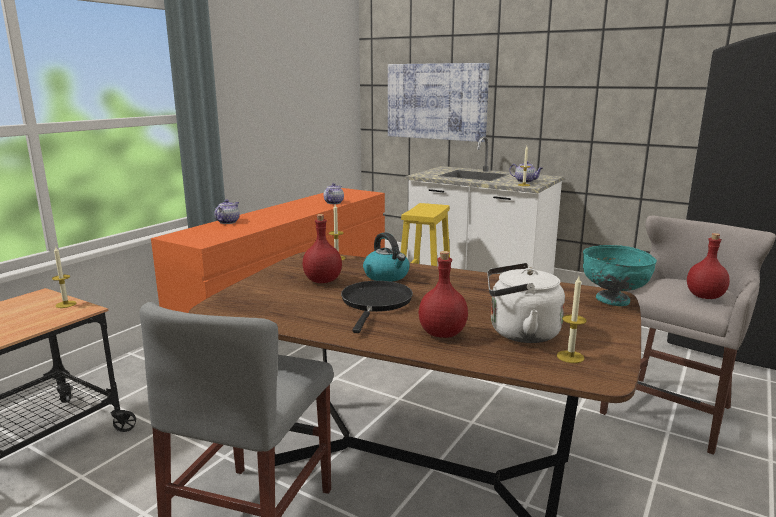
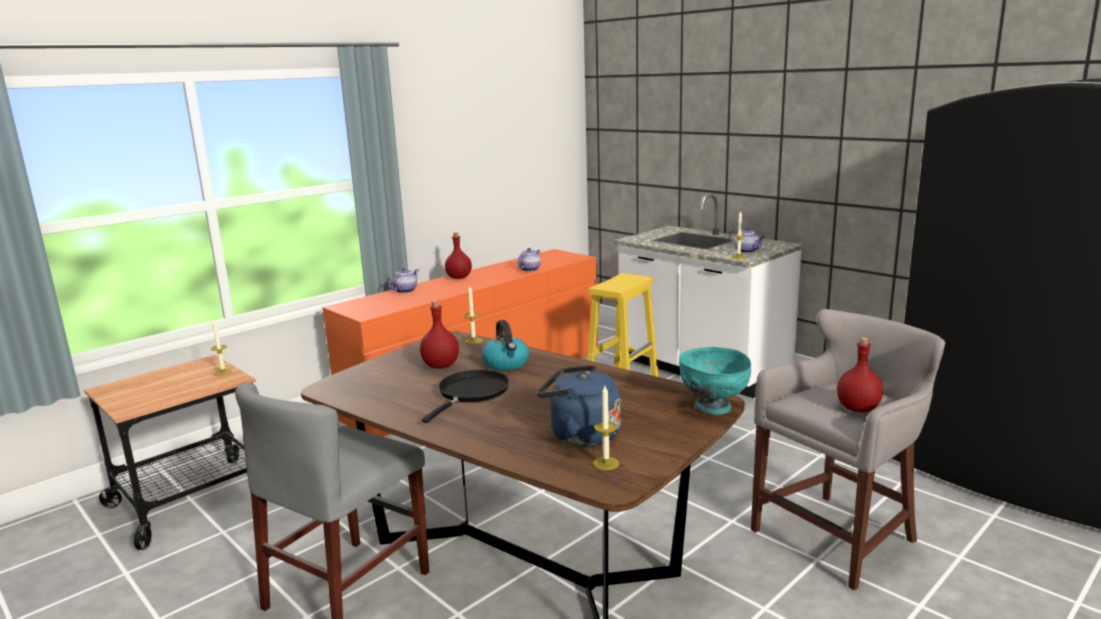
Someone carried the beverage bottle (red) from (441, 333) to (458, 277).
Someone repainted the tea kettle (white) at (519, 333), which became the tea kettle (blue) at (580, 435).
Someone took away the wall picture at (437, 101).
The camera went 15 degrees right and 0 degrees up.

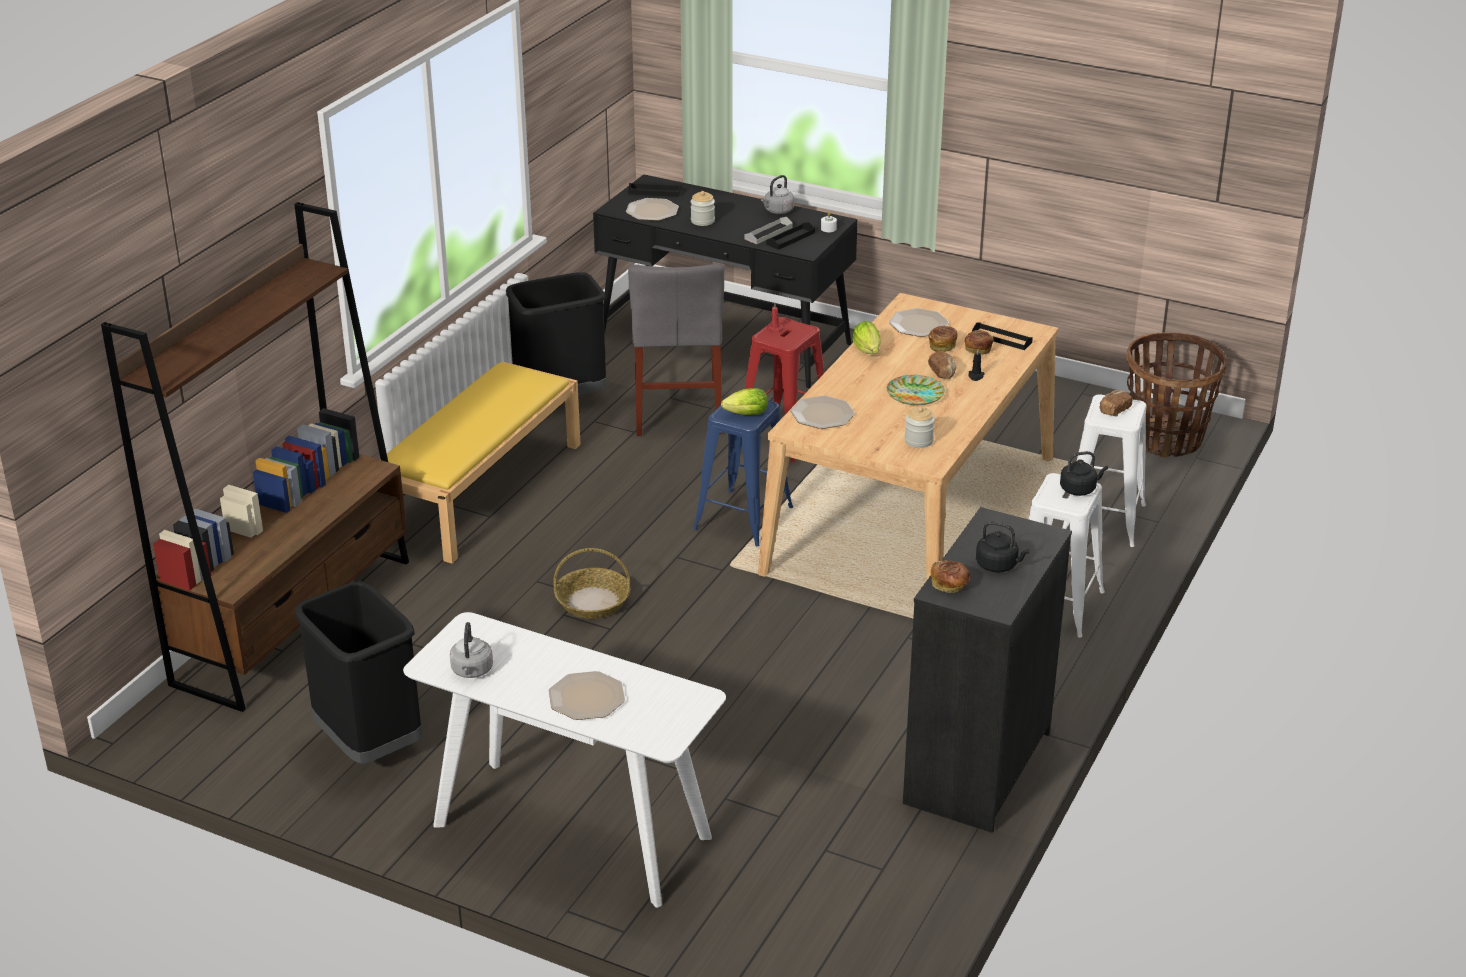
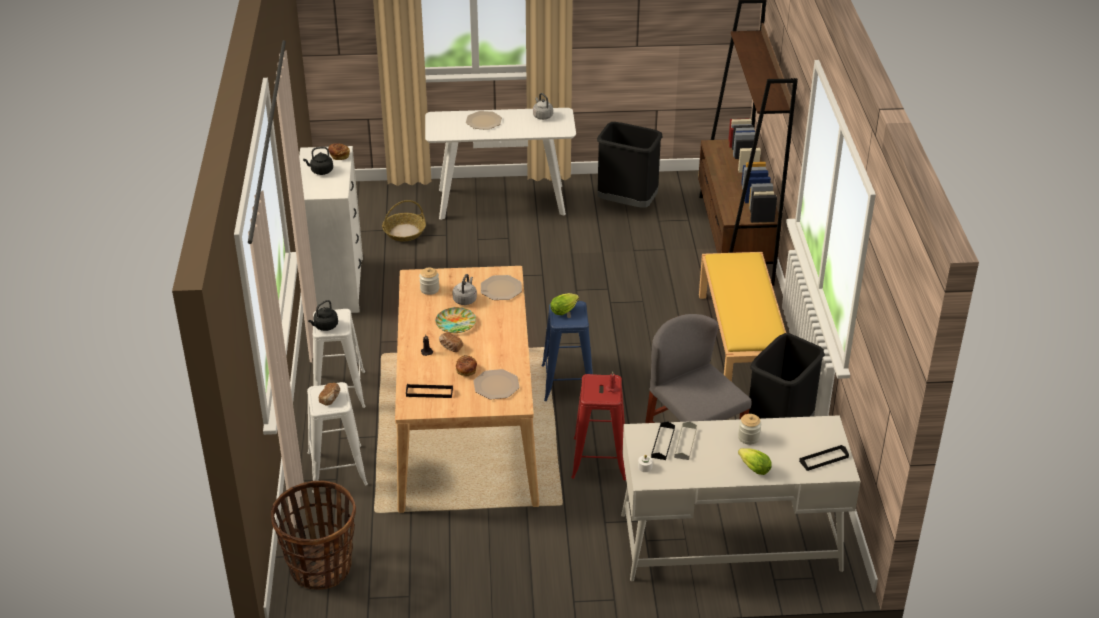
Someone repainted the dresser (black-coloured) at (976, 767), which became the dresser (white) at (336, 286).
Someone carried the storage basket from (592, 602) to (404, 232).
Someone carried the tea kettle (gray) from (777, 211) to (465, 299).
Someone repainted the desk table (black-coloured) at (725, 340), which became the desk table (white) at (729, 541).
Someone carried the lettuce from (868, 352) to (752, 468).
Someone took away the plate at (652, 211).
Someone took away the bread at (977, 349).
The camera went 150 degrees right and 5 degrees up.

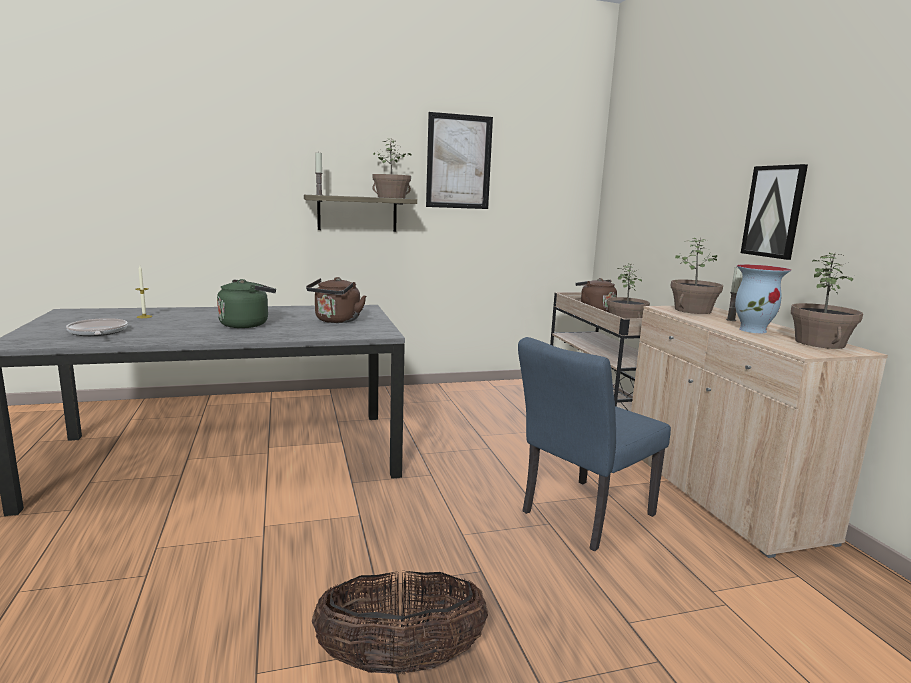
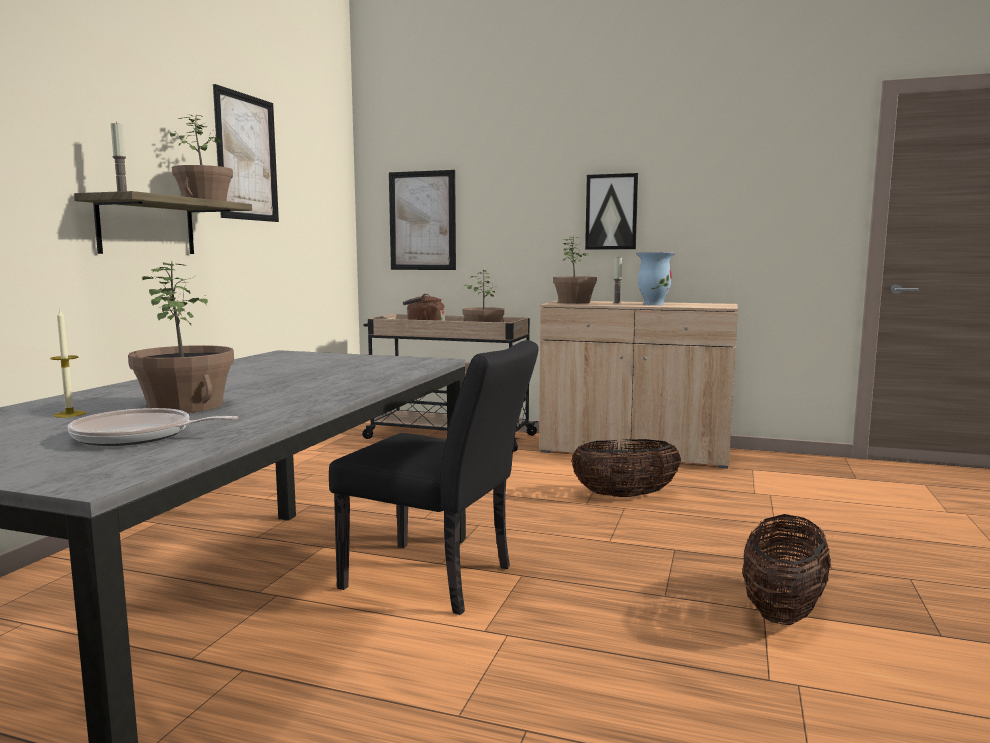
Someone carried the plant in a pot from (820, 343) to (187, 406).
Someone put down the chair (black-coloured) at (439, 580).
Someone put up the wall picture at (422, 221).
Someone swapped the chair (blue) at (581, 516) for the storage basket at (625, 495).
Someone took away the tea kettle (greenish) at (247, 324).
Someone took away the tea kettle (brownish) at (336, 321).
The camera went 55 degrees left and 5 degrees down.

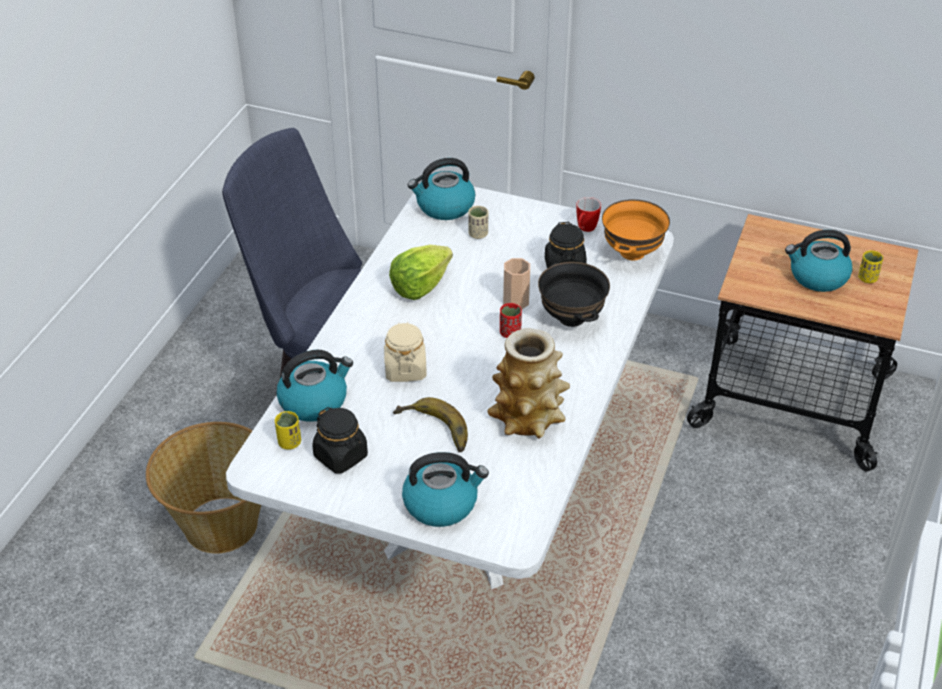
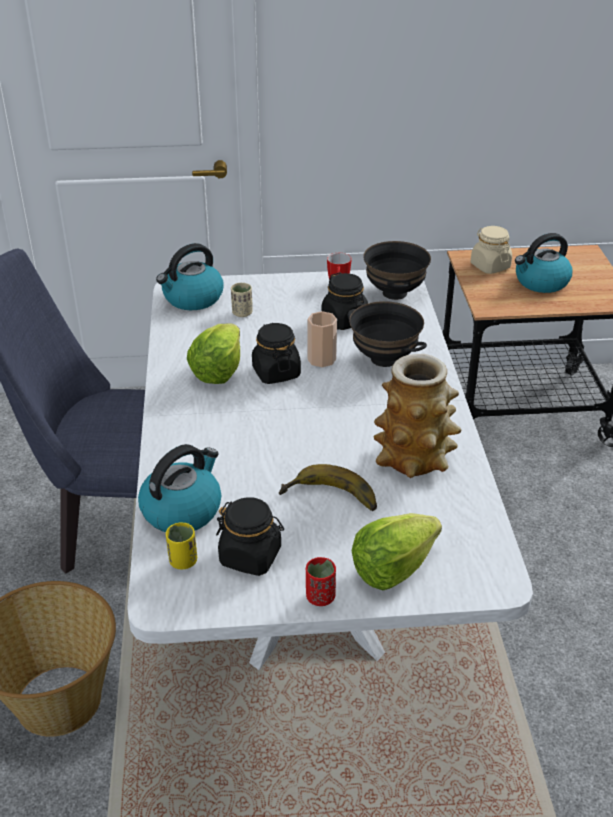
Someone put down the storage jar (black-coloured) at (276, 372).
Someone carried the cup (red) from (510, 333) to (320, 597).
Someone swapped the tea kettle at (442, 503) for the lettuce at (393, 568).
Someone repainted the serving bowl (orangey) at (633, 253), which became the serving bowl (black-coloured) at (395, 293).
Someone carried the storage jar (sand-coloured) from (405, 369) to (490, 266).
Someone took away the cup (yellowish) at (867, 278).
The camera went 25 degrees left and 5 degrees down.

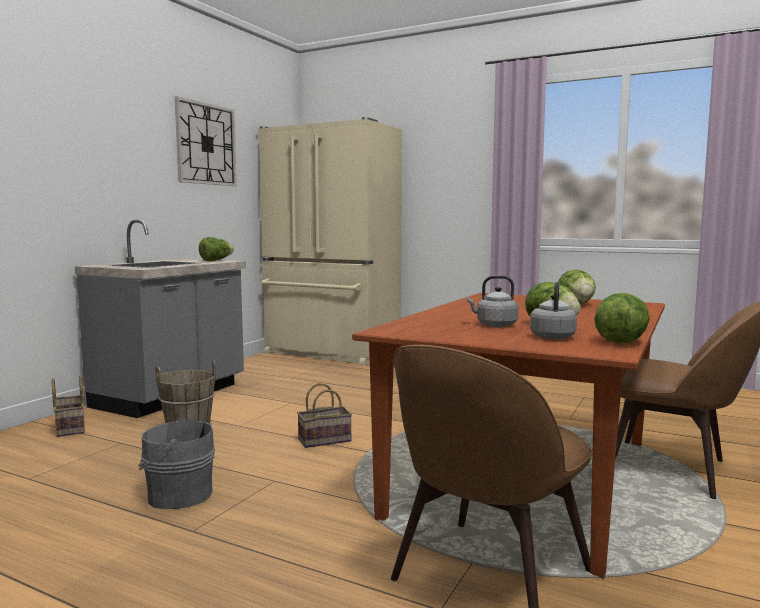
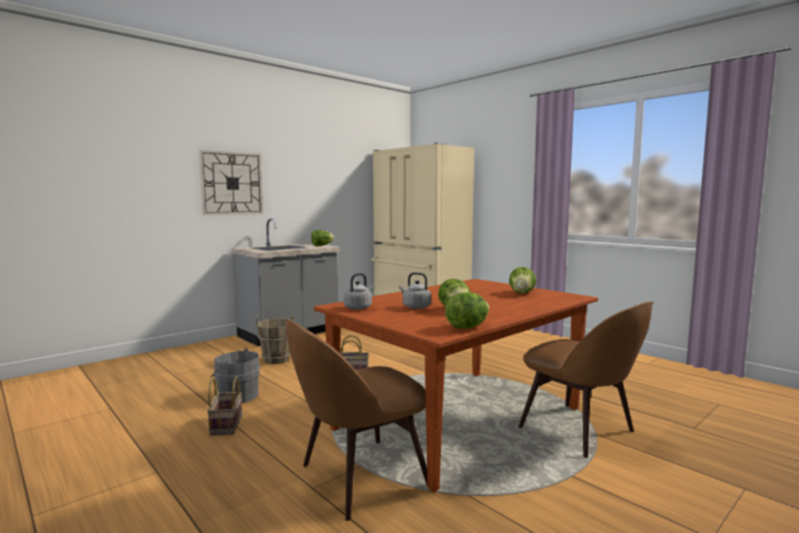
Someone carried the hanging clock from (206, 144) to (232, 183).
Someone carried the storage basket from (69, 428) to (225, 424).
Someone carried the tea kettle (gray) from (552, 336) to (359, 307).
The camera went 20 degrees right and 0 degrees up.

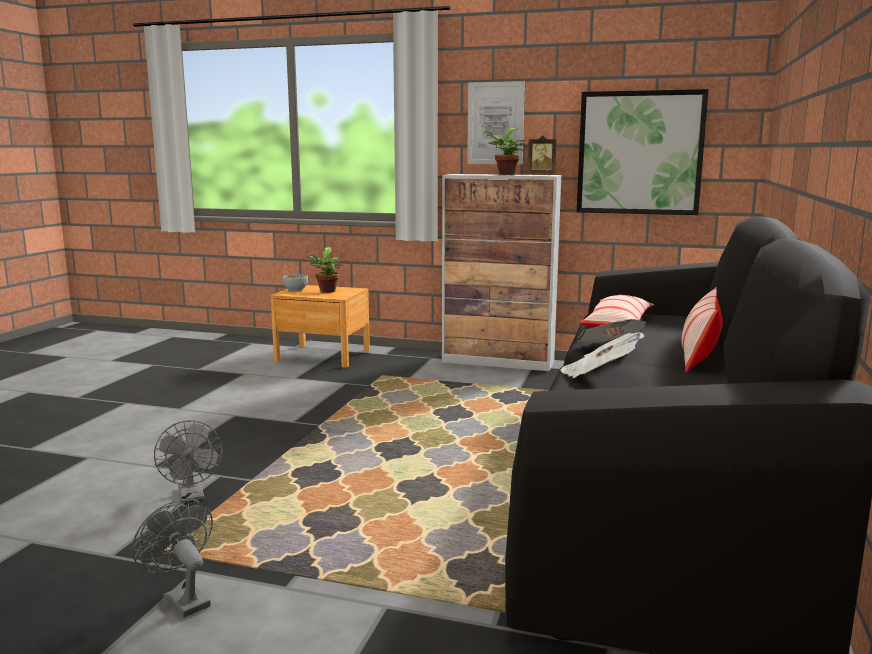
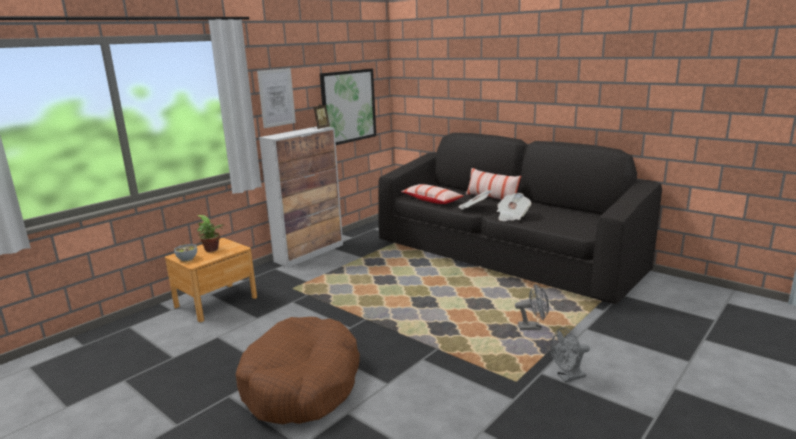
Someone put down the dog cushion (brownish) at (302, 384).
Someone carried the electric fan (gray) from (192, 496) to (533, 327).
Someone took away the plant in a pot at (505, 174).
The camera went 65 degrees left and 5 degrees up.

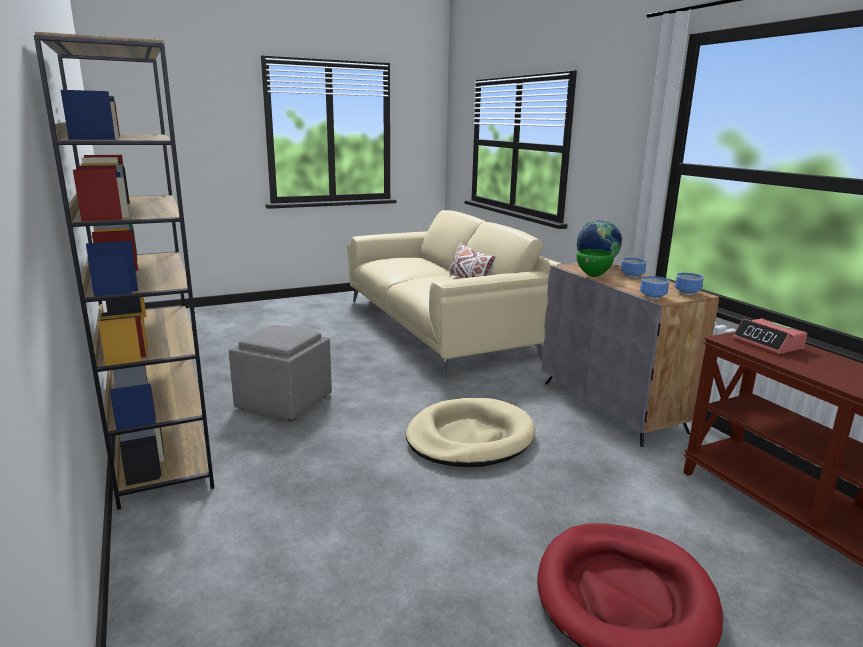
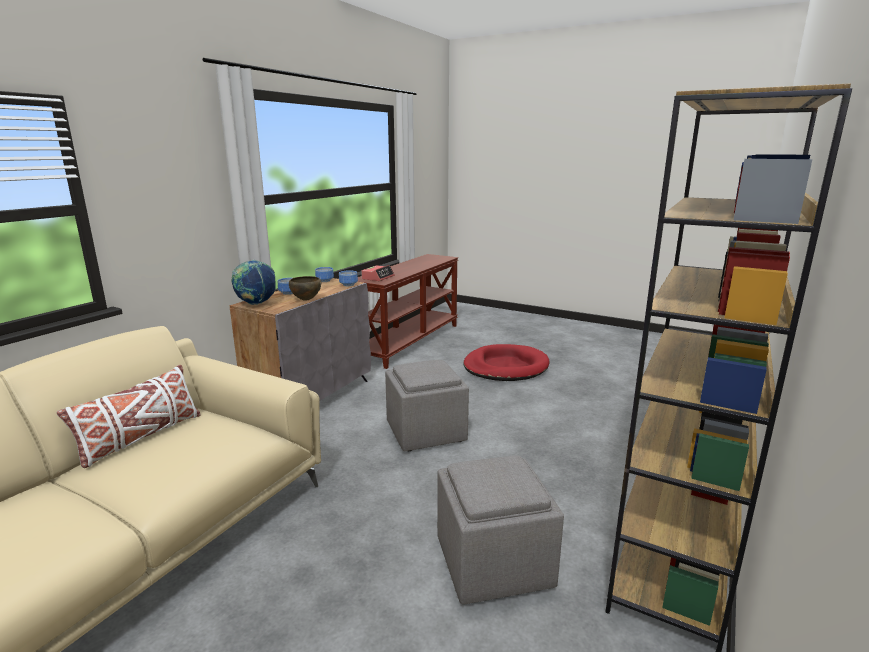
Someone repainted the serving bowl (greenish) at (593, 276), which became the serving bowl (brownish) at (306, 300).
Someone swapped the dog cushion (sand-coloured) at (469, 438) for the footrest (gray) at (426, 432).
The camera went 125 degrees left and 0 degrees up.

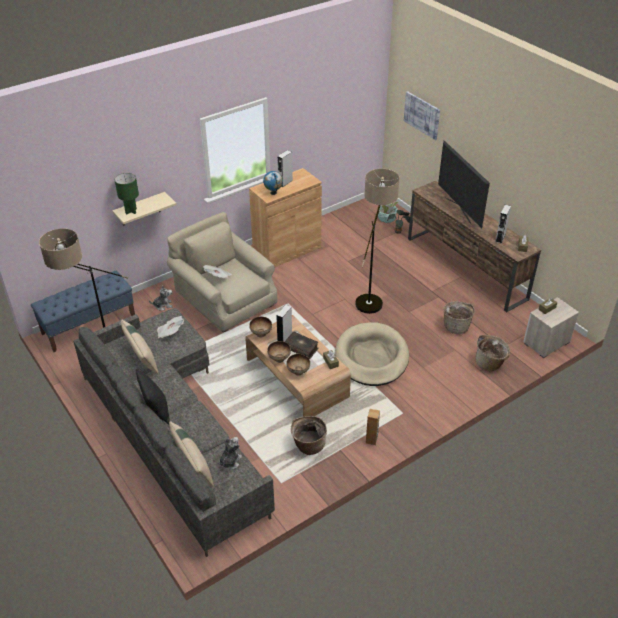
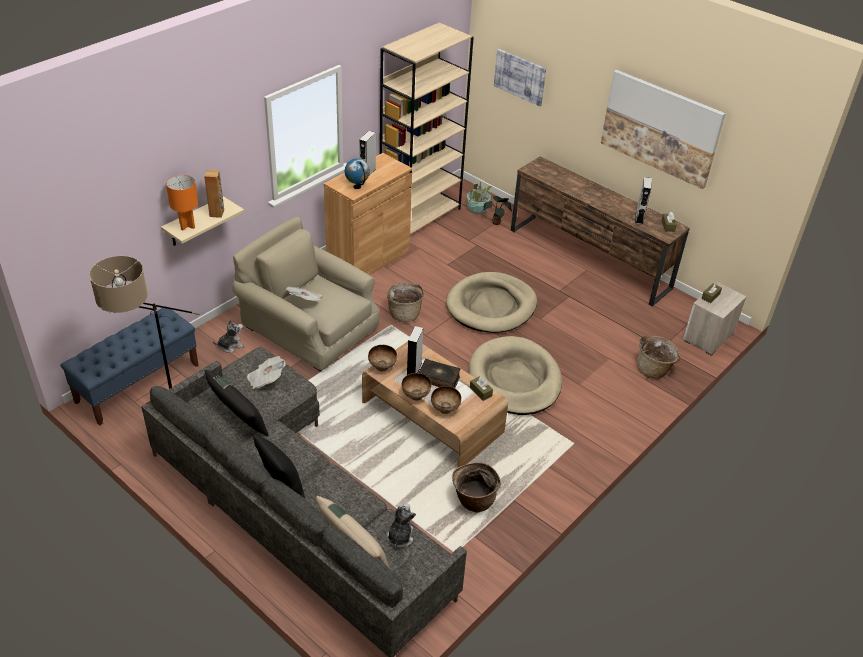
Someone repainted the table lamp (greenish) at (131, 211), which became the table lamp (orangey) at (187, 225).
Someone carried the audio speaker (brownish) from (372, 440) to (217, 213).
Someone repainted the throw pillow (sand-coloured) at (141, 357), which became the throw pillow (black-coloured) at (238, 416).
Someone put down the shelving unit (sand-coloured) at (420, 216).
Someone carried the storage basket from (456, 326) to (404, 313).
Someone swapped the standing lamp at (372, 297) for the dog cushion (sand-coloured) at (491, 306).
Someone put up the wall picture at (660, 128).
Someone took away the TV at (459, 210).
The camera went 15 degrees left and 0 degrees up.

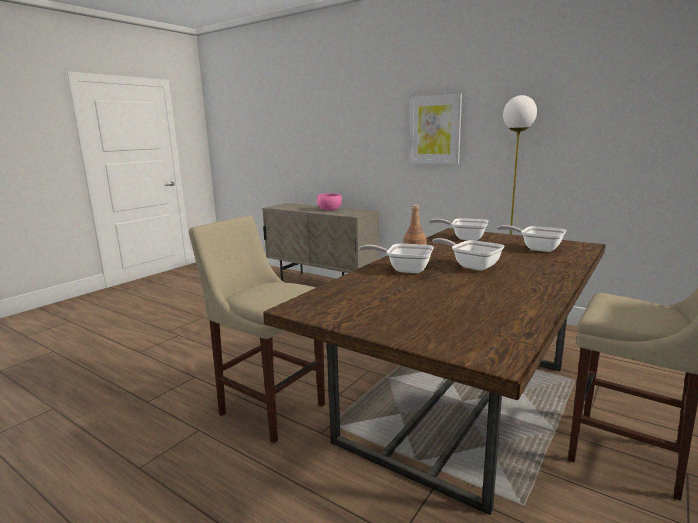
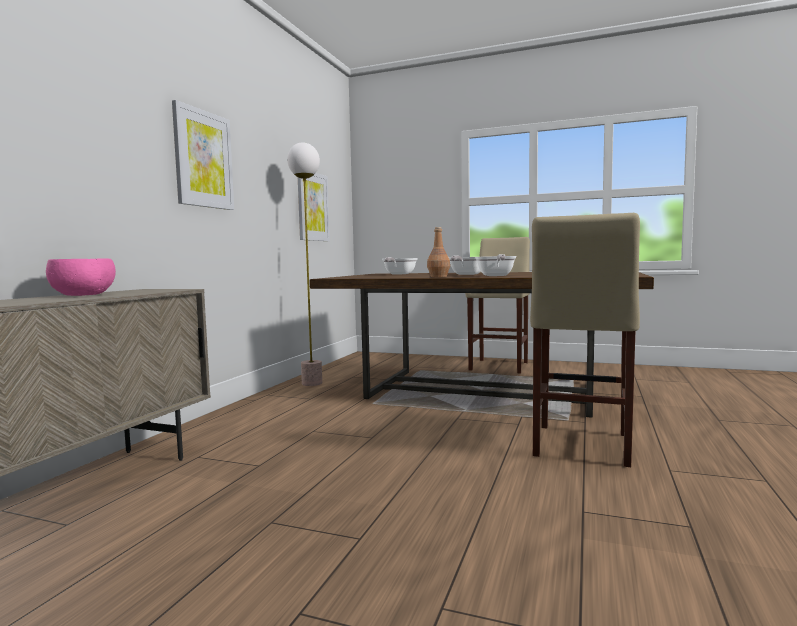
Someone put up the wall picture at (312, 206).
Someone took away the frying pan at (464, 238).
The camera went 105 degrees left and 10 degrees down.

